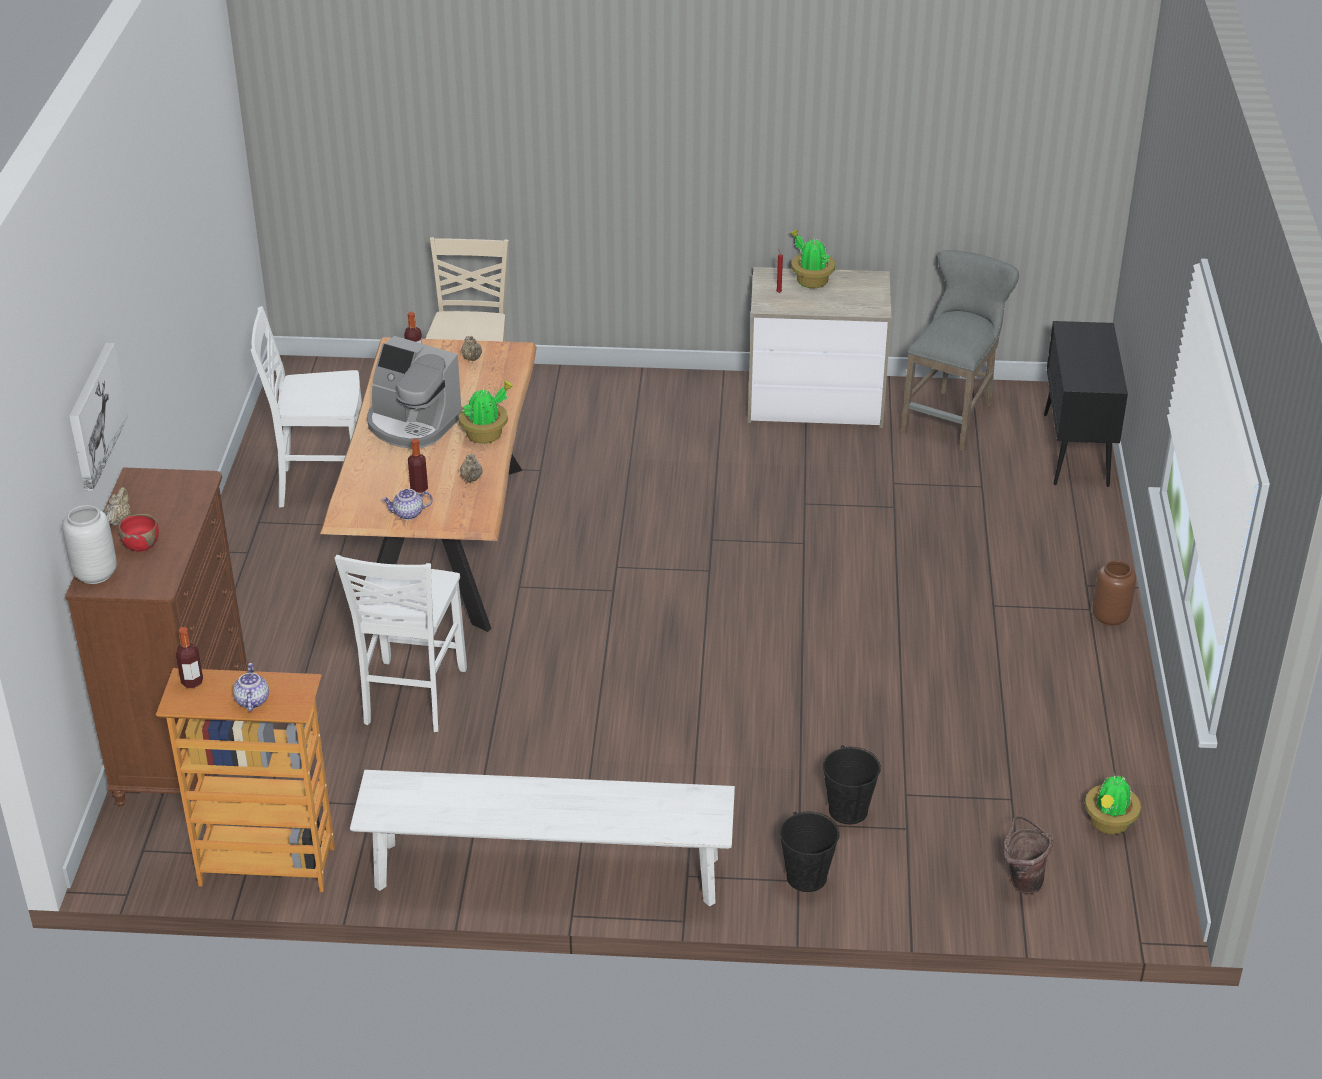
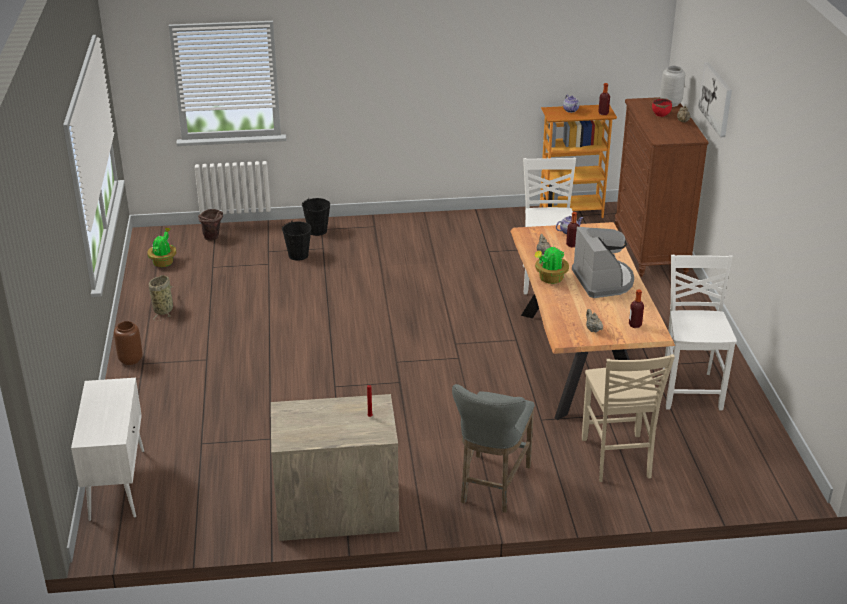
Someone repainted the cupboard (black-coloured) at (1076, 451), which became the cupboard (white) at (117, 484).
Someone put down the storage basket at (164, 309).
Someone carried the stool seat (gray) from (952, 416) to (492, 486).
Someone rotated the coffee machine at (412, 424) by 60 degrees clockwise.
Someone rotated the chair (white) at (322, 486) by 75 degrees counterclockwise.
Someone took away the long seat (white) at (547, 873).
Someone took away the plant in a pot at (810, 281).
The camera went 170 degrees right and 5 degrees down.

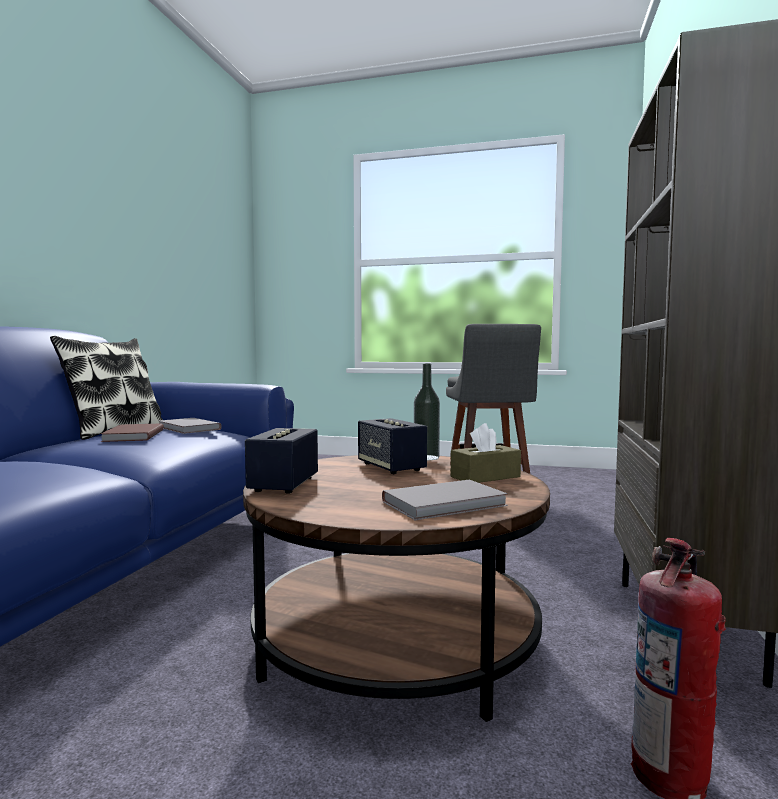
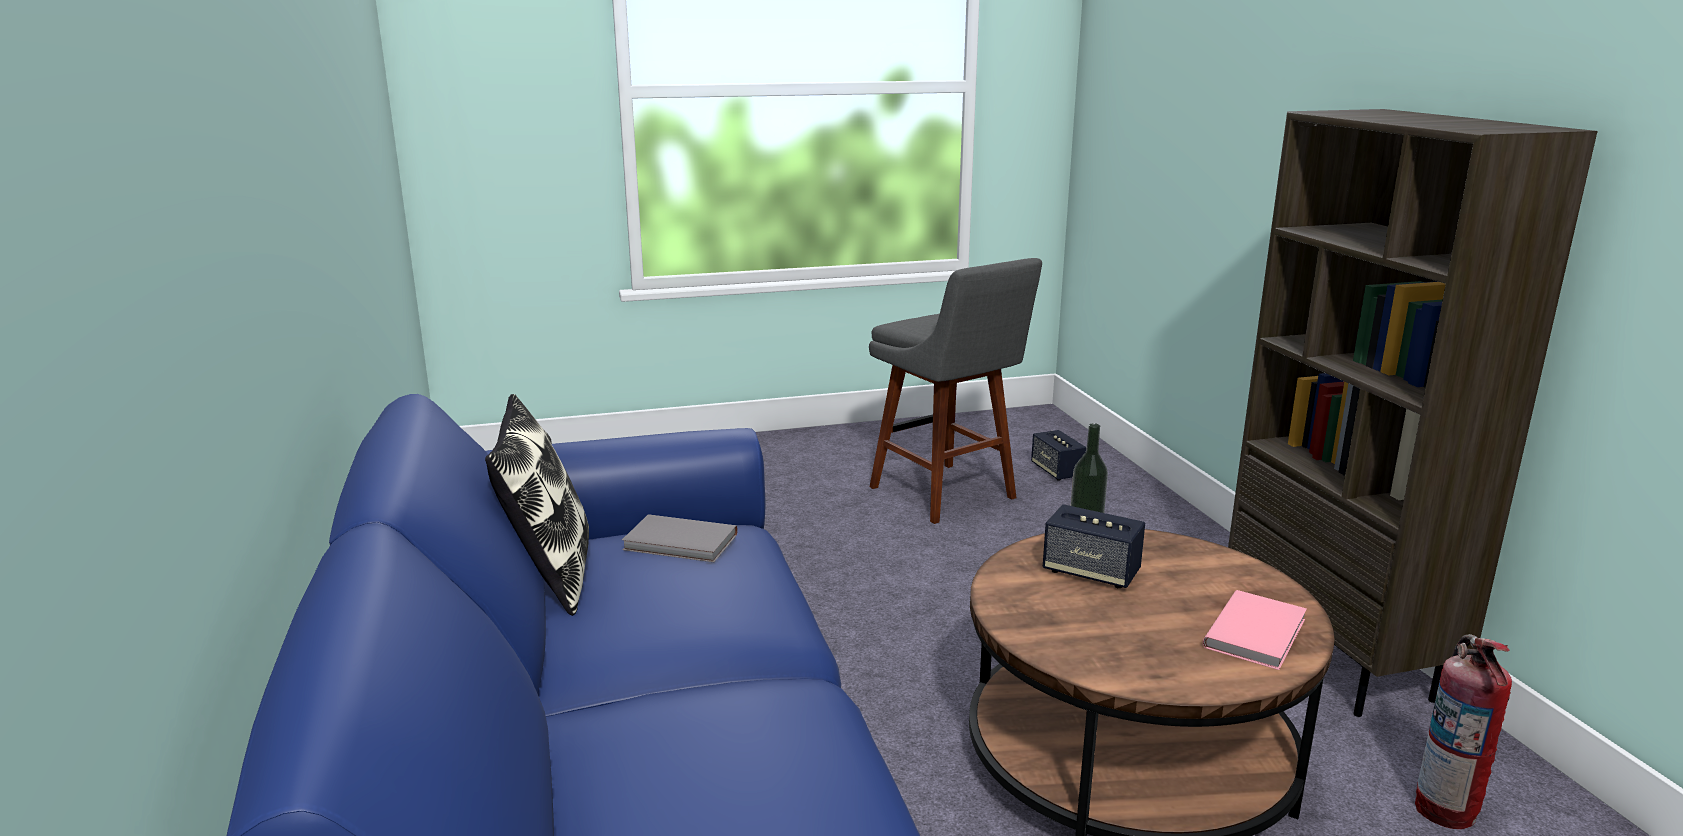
Someone carried the audio speaker from (284, 485) to (1056, 471).
Someone repainted the volume (gray) at (446, 504), which became the volume (pinkish) at (1258, 633).
Someone took away the volume (brownish) at (132, 436).
Someone took away the tissue holder (brownish) at (485, 477).
The camera went 30 degrees left and 15 degrees up.

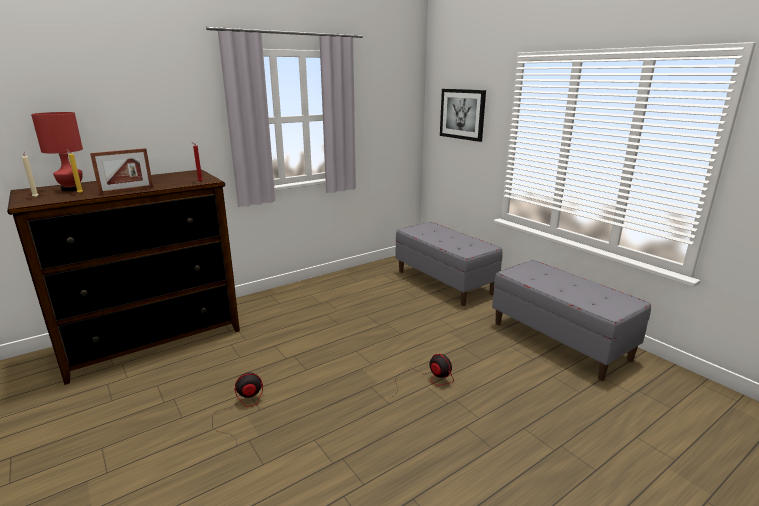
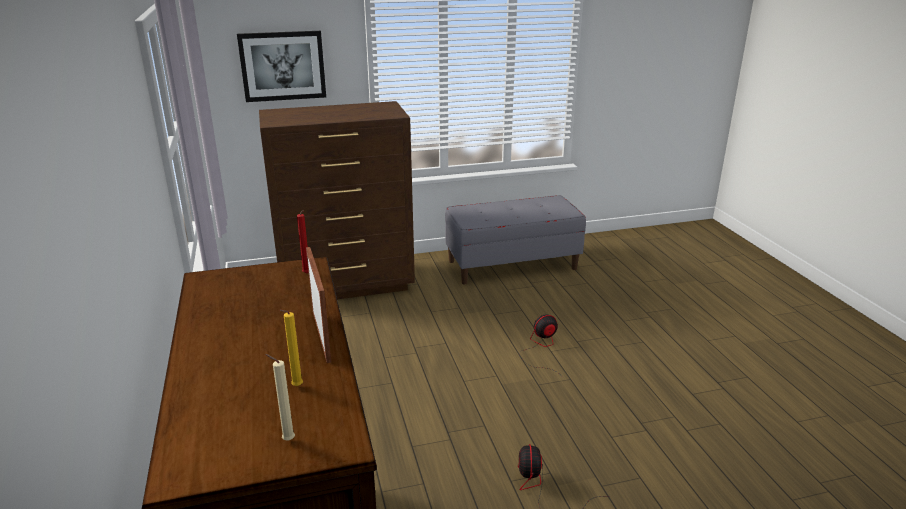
Someone swapped the long seat (gray) at (444, 282) for the dresser (brownish) at (347, 285).
Someone took away the table lamp (red) at (71, 189).
The camera went 70 degrees left and 5 degrees up.

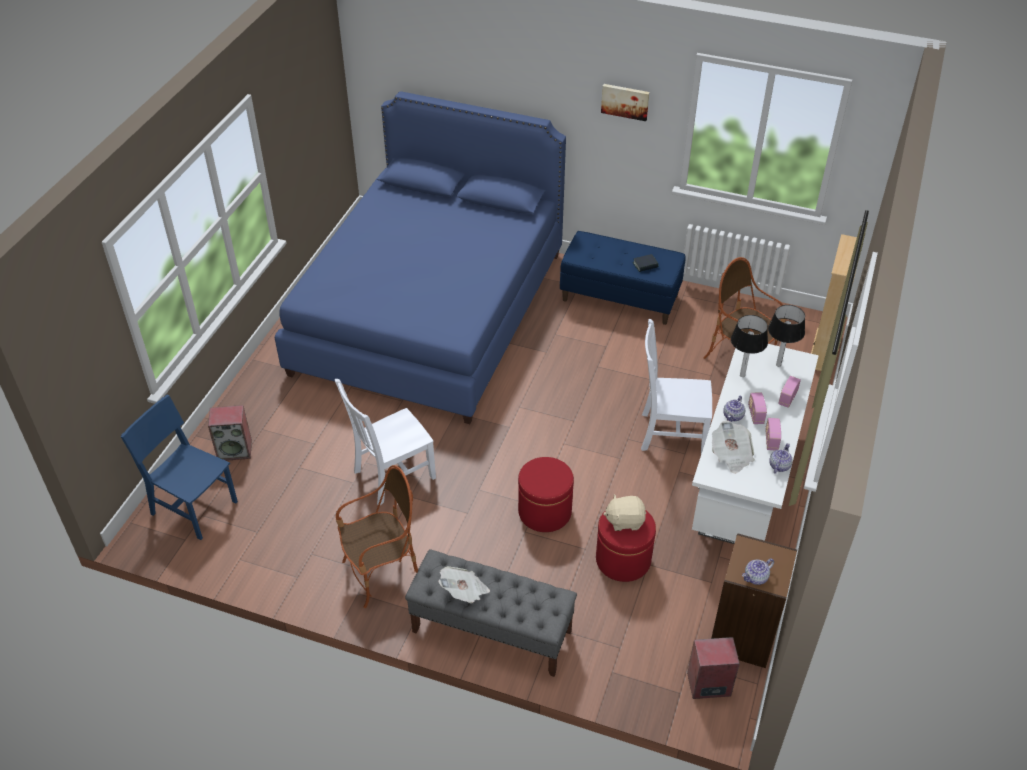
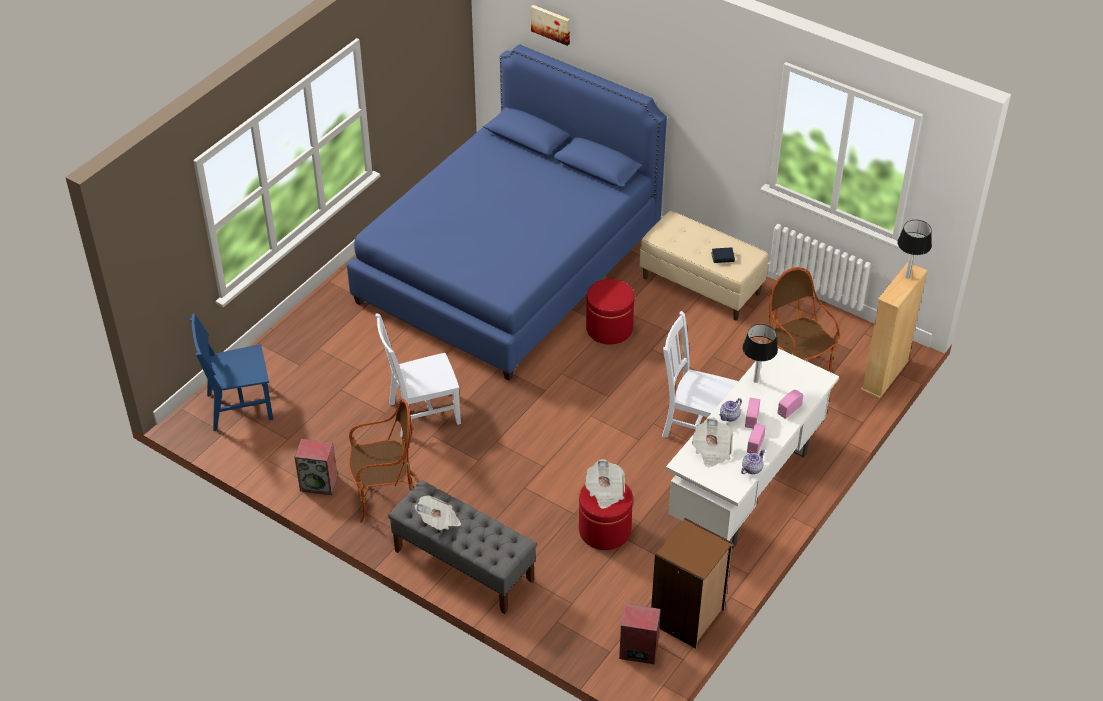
Someone rotated the chair (blue) at (194, 507) by 60 degrees counterclockwise.
Someone carried the audio speaker from (235, 450) to (319, 483).
Someone carried the wall picture from (625, 101) to (551, 24).
Someone swapped the soft toy (sand-coloured) at (624, 520) for the newspaper at (605, 492).
Someone carried the footrest (red) from (545, 512) to (609, 329).
Someone repainted the long seat (blue) at (620, 298), which became the long seat (sand-coloured) at (702, 285).
Someone carried the table lamp from (778, 364) to (908, 276).
Someone took away the pot for tea at (756, 578).
The camera went 15 degrees right and 0 degrees up.

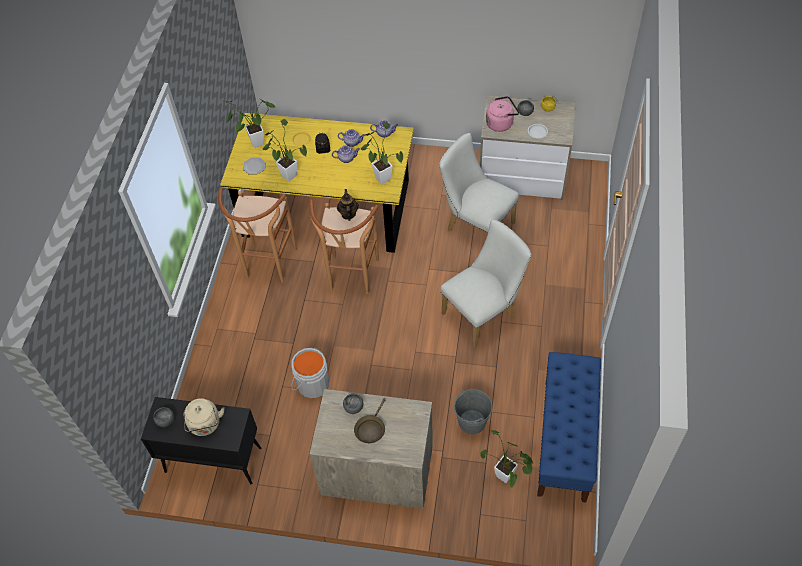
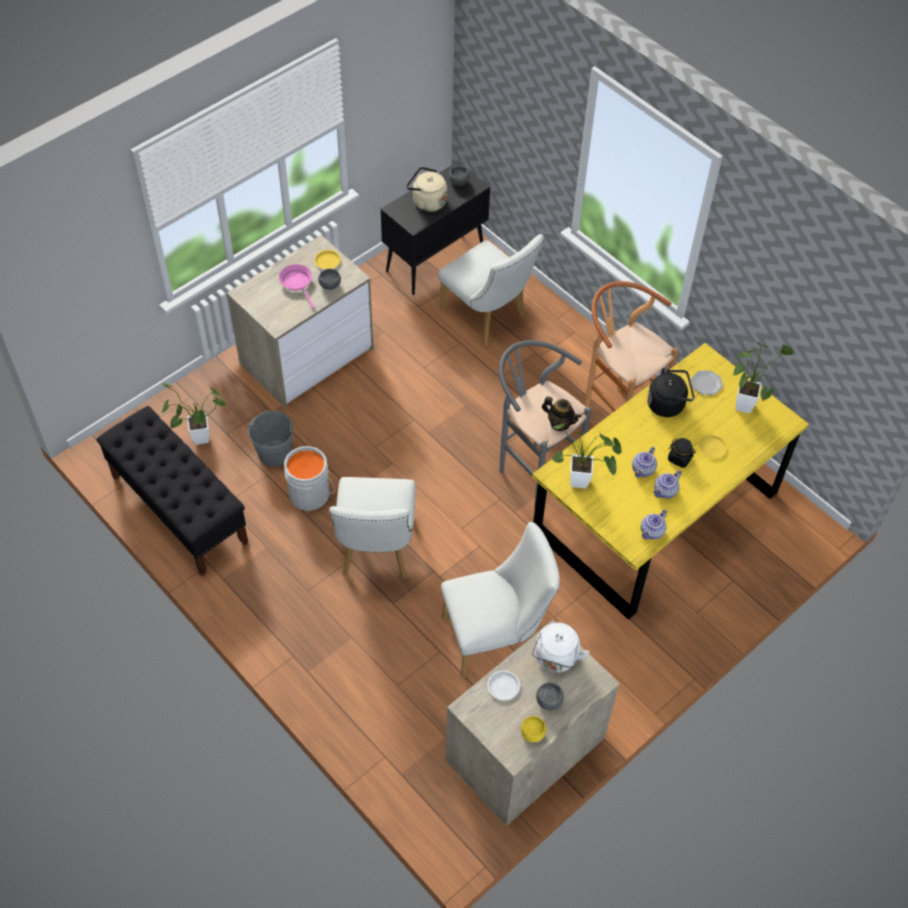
Someone repainted the long seat (blue) at (565, 440), which became the long seat (black-coloured) at (179, 509).
Someone repainted the frying pan (brownish) at (371, 429), which became the frying pan (pinkish) at (297, 283).
Someone carried the water bucket (gray) from (311, 383) to (311, 493).
Someone put down the plate (yellowish) at (327, 261).
Someone put down the chair (white) at (488, 317).
Someone repainted the stool seat (brownish) at (351, 279), which became the stool seat (gray) at (532, 470).
Someone repainted the tea kettle (pinkish) at (501, 123), which became the tea kettle (white) at (555, 659).
Someone swapped the plant in a pot at (287, 174) for the tea kettle (black-coloured) at (668, 404).
The camera went 125 degrees right and 0 degrees up.

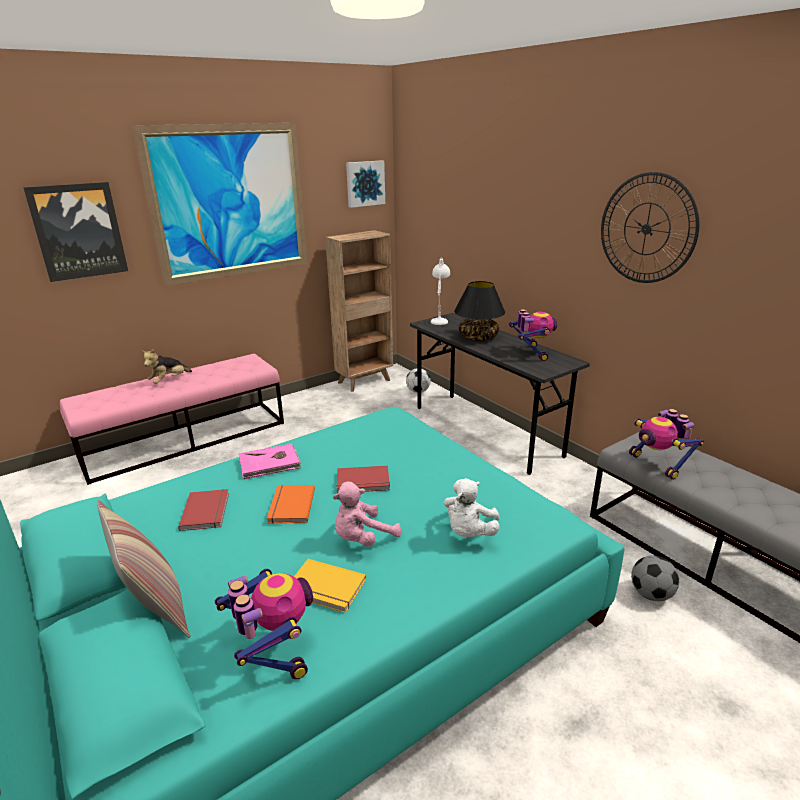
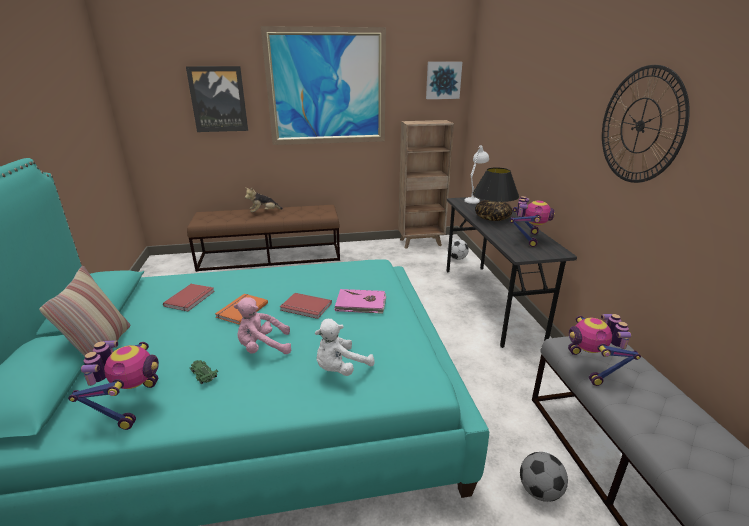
Someone repainted the long seat (pinkish) at (186, 439), which became the long seat (brownish) at (271, 256).
Someone swapped the volume (yellowish) at (325, 588) for the model car (greenish) at (203, 374).
Someone carried the volume (pinkish) from (270, 464) to (361, 304).
The camera went 25 degrees right and 0 degrees up.

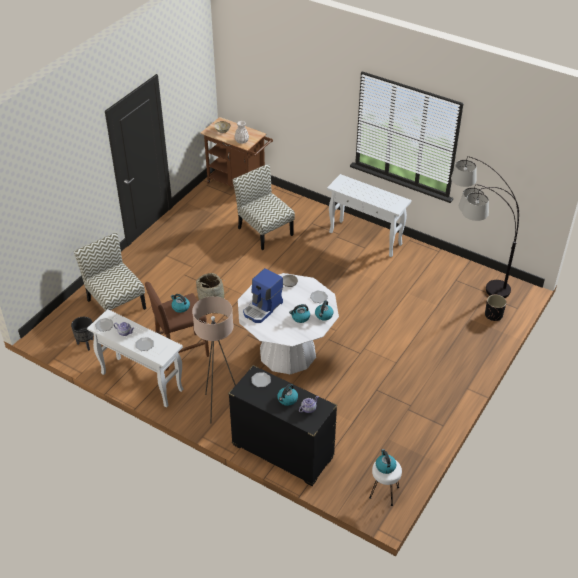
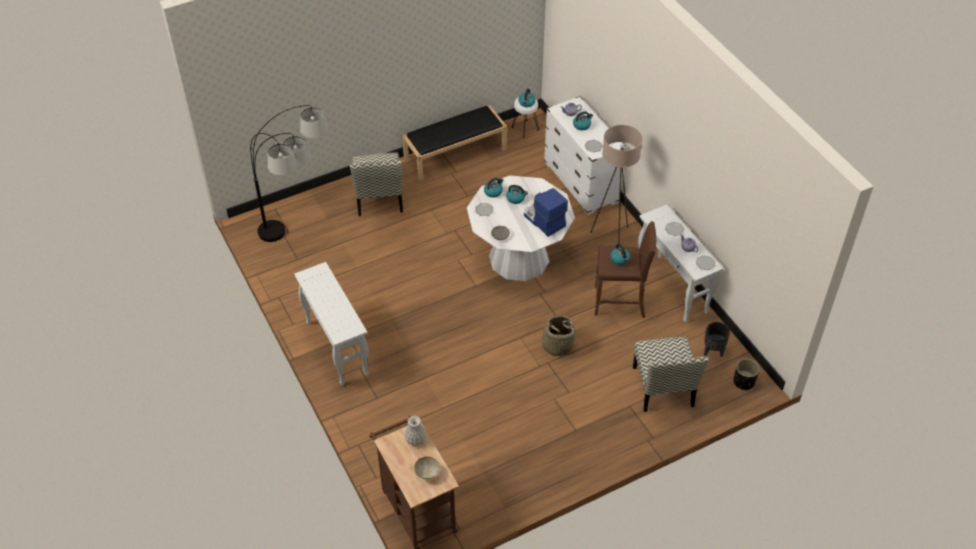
Someone carried the chair from (264, 231) to (379, 198).
Someone put down the long seat (black-coloured) at (455, 153).
Someone rotated the coffee machine at (263, 308) by 105 degrees counterclockwise.
Someone repainted the dresser (black-coloured) at (282, 451), which became the dresser (white) at (581, 183).
Someone carried the plant pot (black-coloured) from (493, 315) to (743, 382).
The camera went 150 degrees left and 5 degrees up.

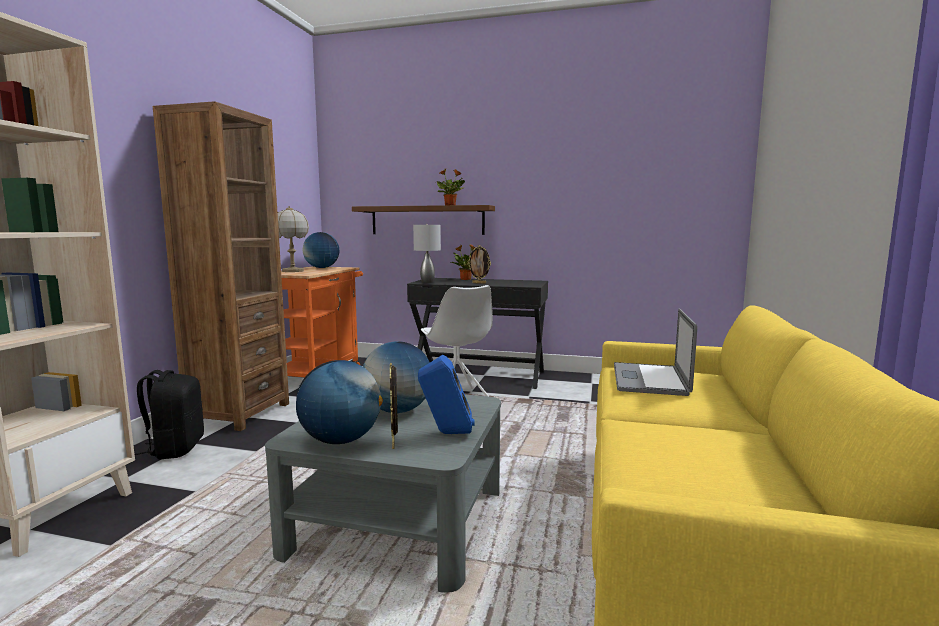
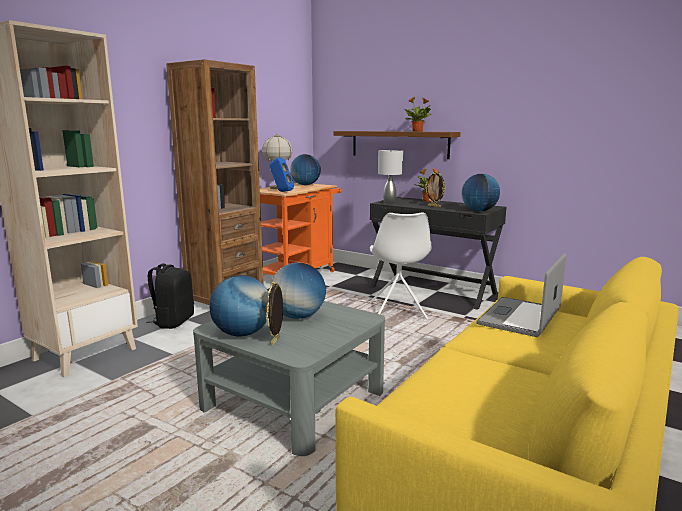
Someone carried the audio speaker (blue) from (446, 433) to (281, 191).
Someone put down the world globe at (479, 211).
The camera went 20 degrees right and 5 degrees up.

